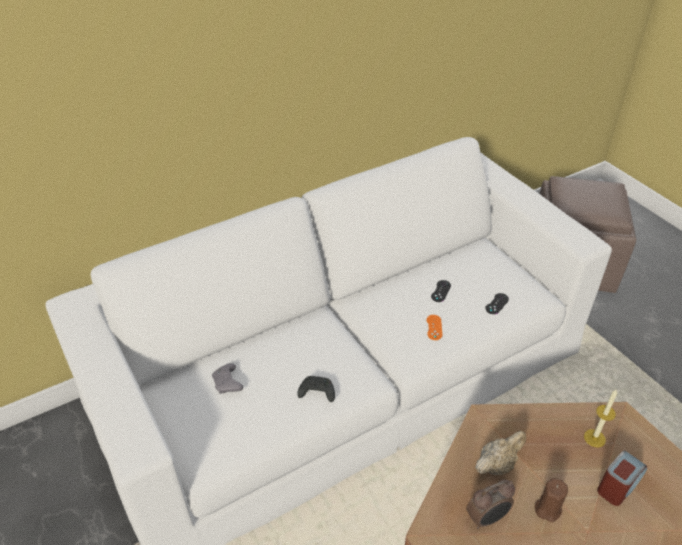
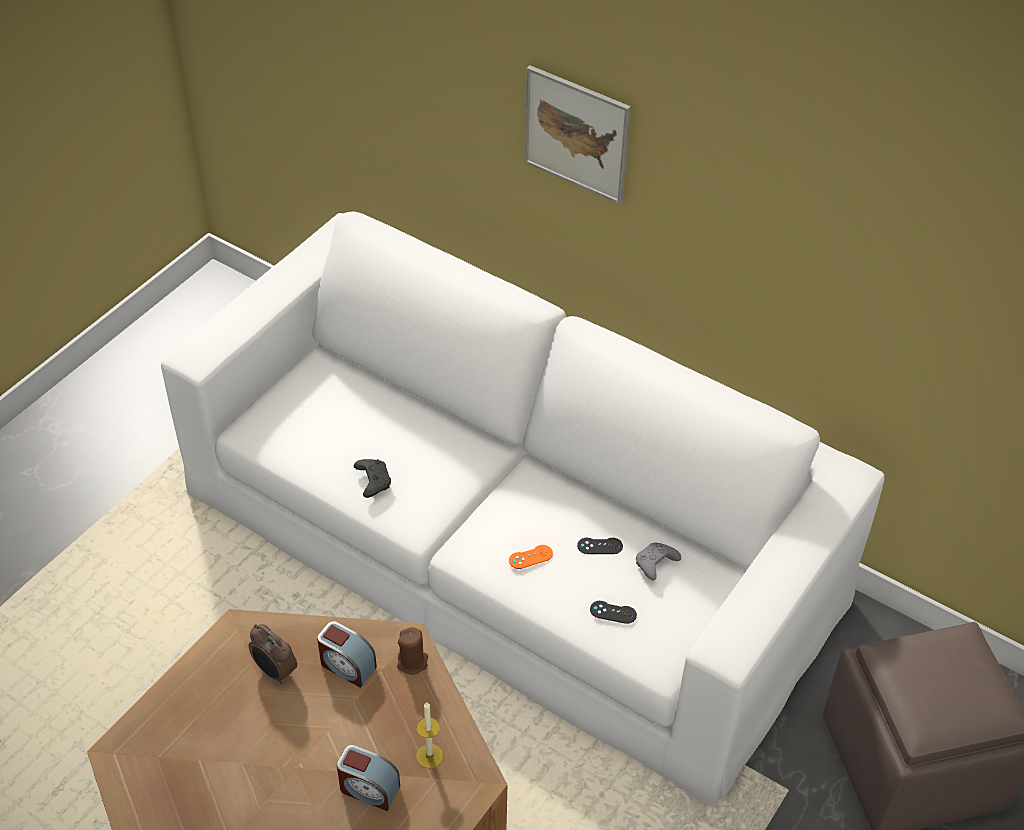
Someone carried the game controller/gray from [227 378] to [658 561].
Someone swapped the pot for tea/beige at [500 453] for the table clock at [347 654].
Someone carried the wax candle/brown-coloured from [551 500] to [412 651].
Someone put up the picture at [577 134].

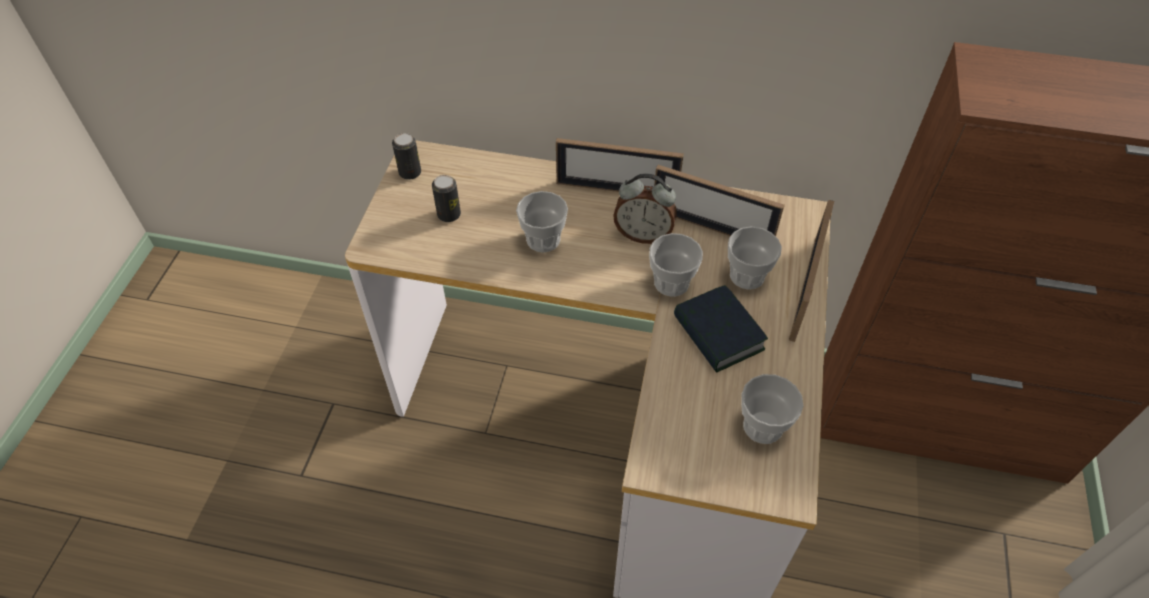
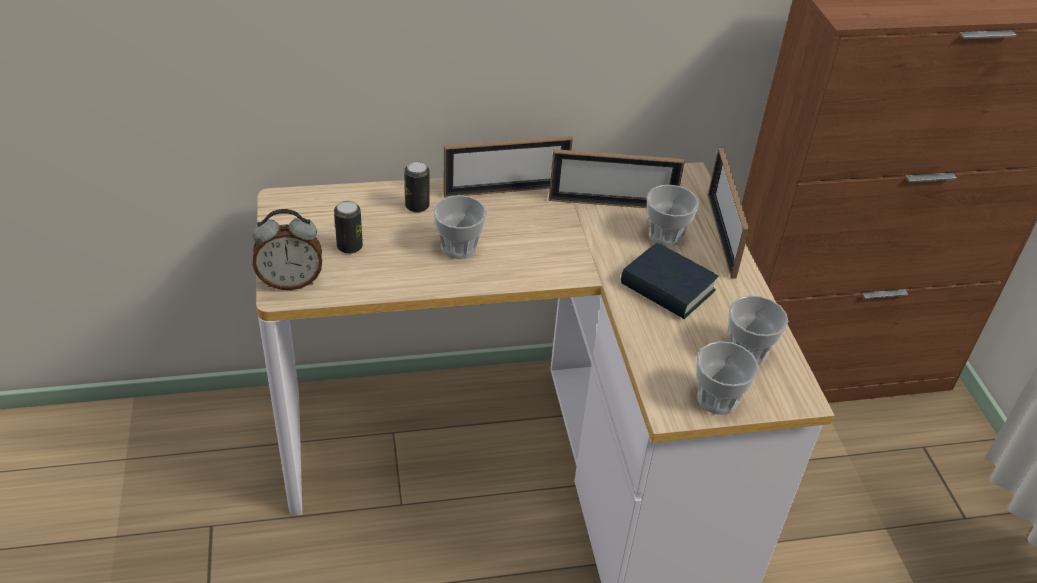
Someone carried the sealed can from [406 156] to [417 186].
Someone carried the table clock from [645 208] to [287 249].
Someone carried the drinking cup from [676 265] to [727 378].

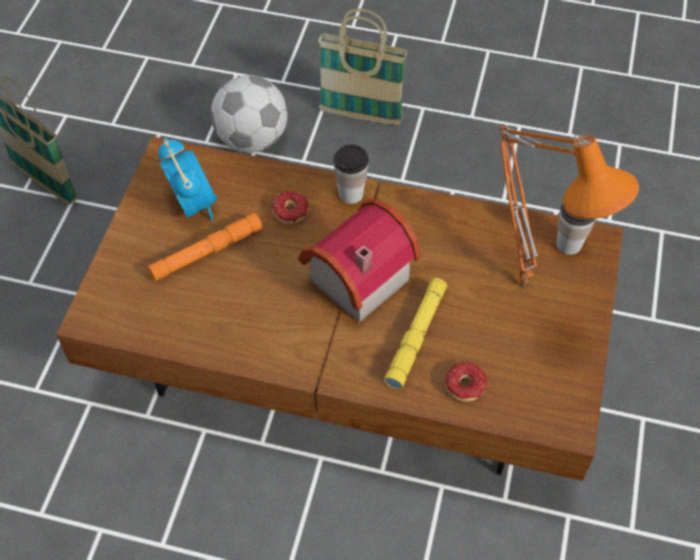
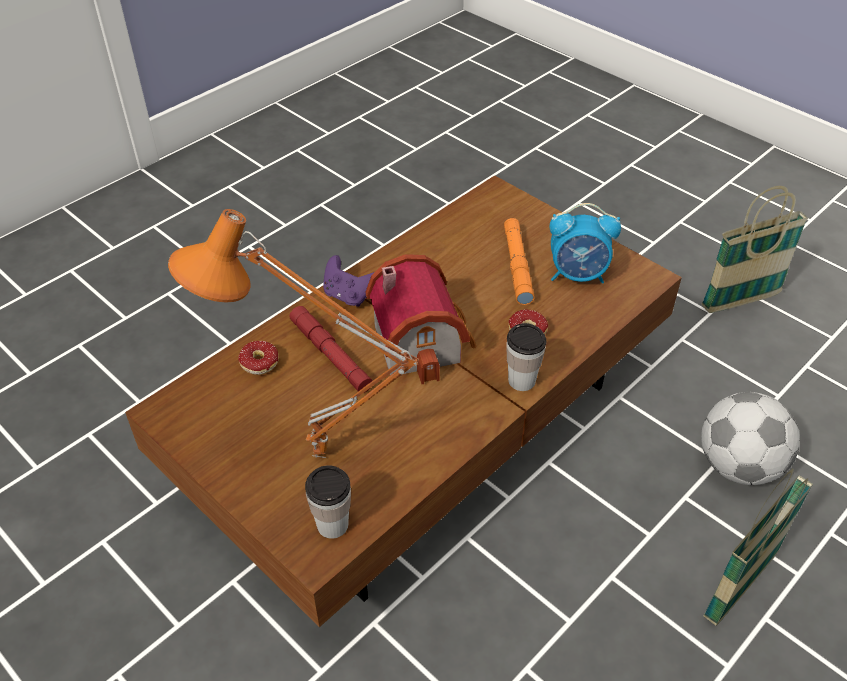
Someone repainted the torch/yellow at [415 333], which became the torch/red-coloured at [331 349].
Someone put down the game controller/purple-coloured at [349 281].

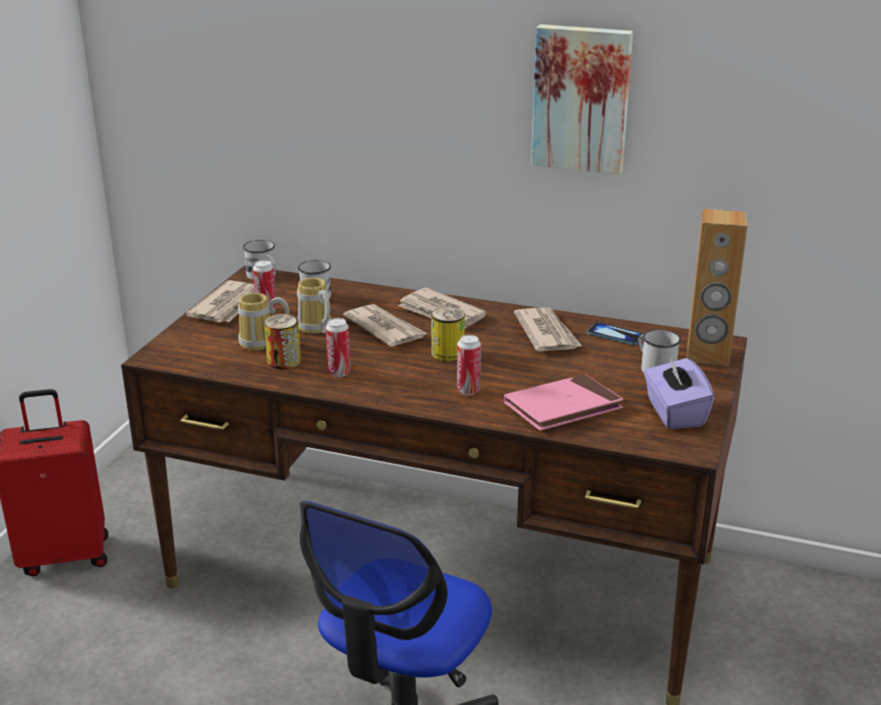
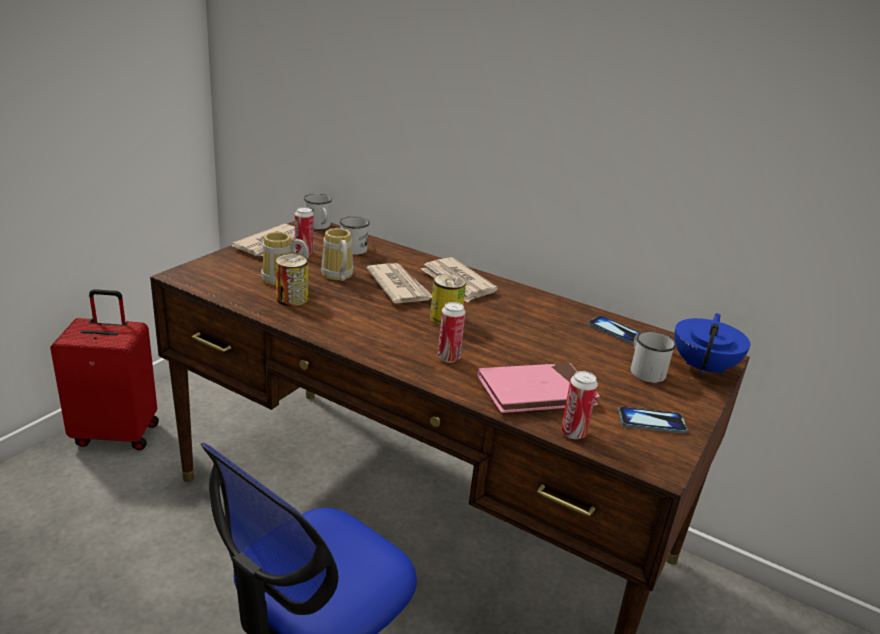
Someone carried the sealed can from [338 347] to [579 405].
Someone took away the newspaper at [548 329].
Someone took away the picture at [582 99].
Someone swapped the tissue holder/purple-coloured at [679 392] for the handset at [652 419].
Someone swapped the loudspeaker/brown-coloured at [717 287] for the pot for tea/blue at [712 344].

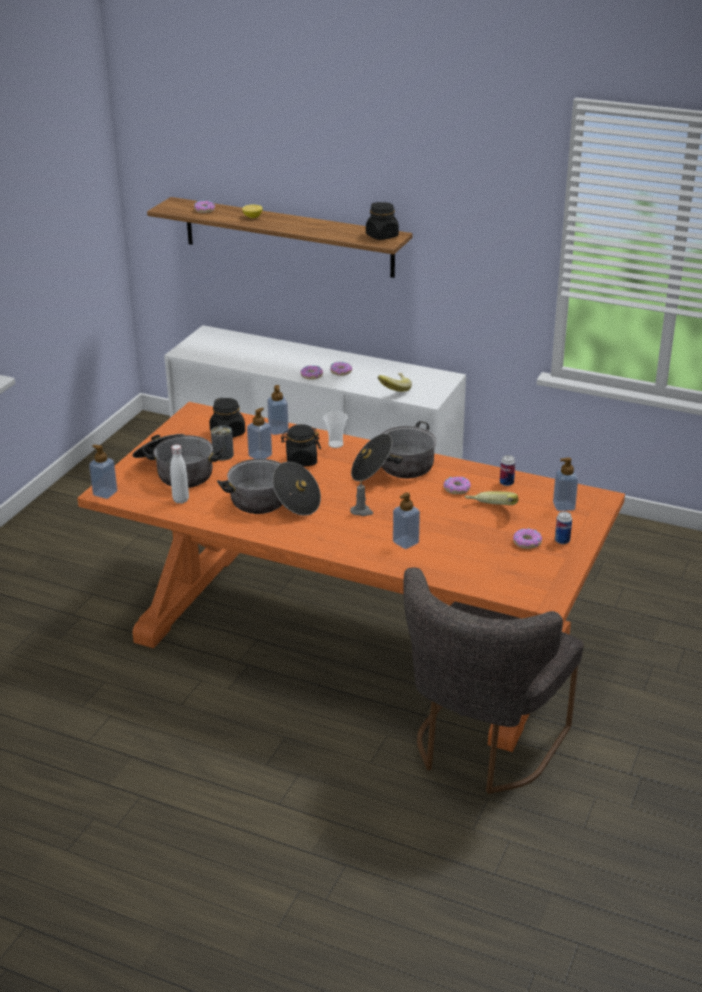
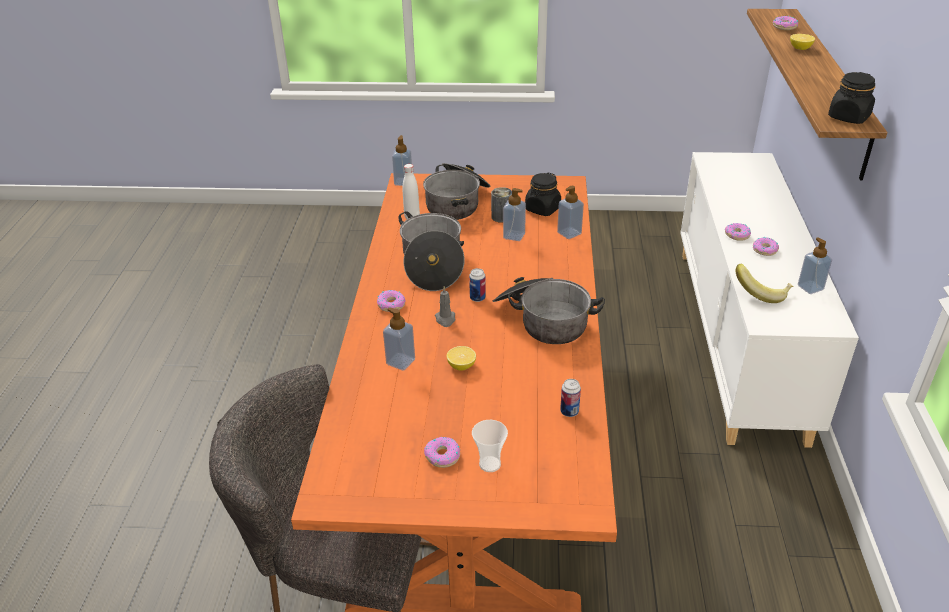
Someone took away the jar/black-coloured at [301 445].
Someone carried the drinking cup from [335 429] to [490 446].
Someone carried the ring doughnut from [457 485] to [391 301].
Someone took away the whole banana at [491 498].
Someone carried the soap dispenser from [565 484] to [815 265].
Someone carried the sealed can from [563 527] to [477 285].
Someone put down the citrus fruit at [461 358].

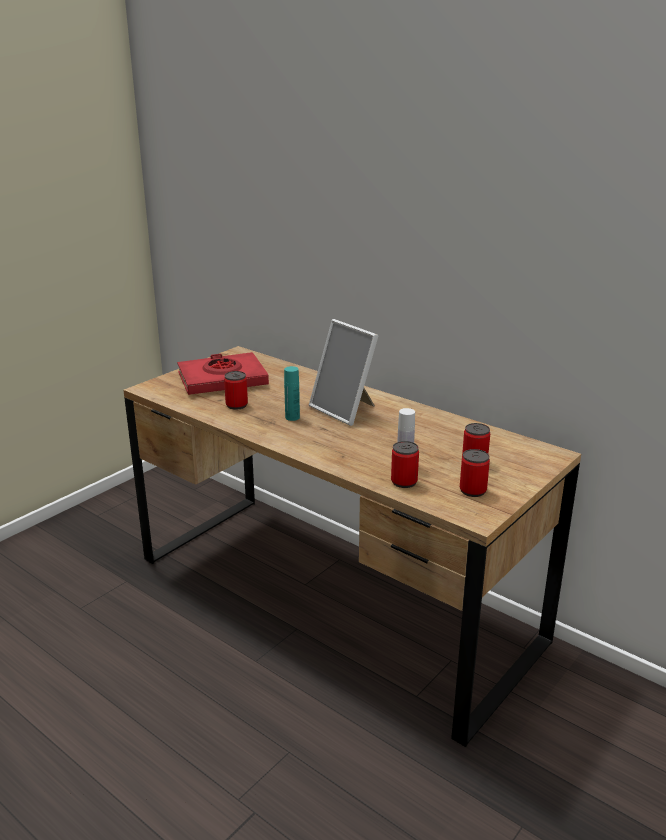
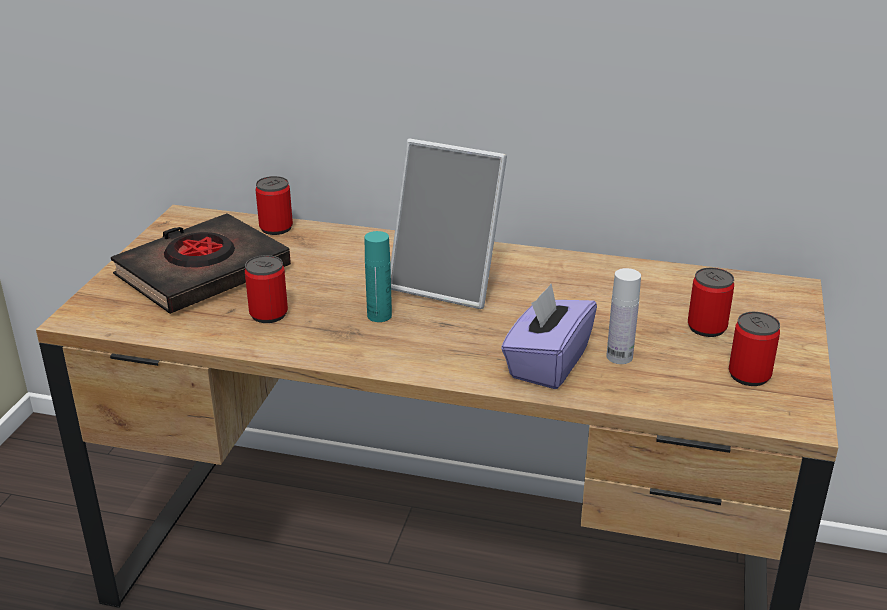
Someone repainted the book/red-coloured at [223 373], which became the book/black-coloured at [201 263].
Someone carried the sealed can from [405 464] to [274 205].
Someone put down the tissue holder/purple-coloured at [549 336].

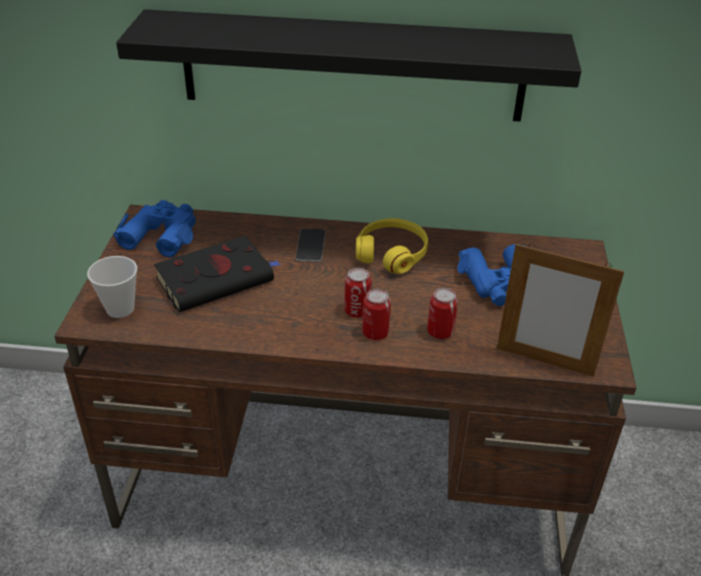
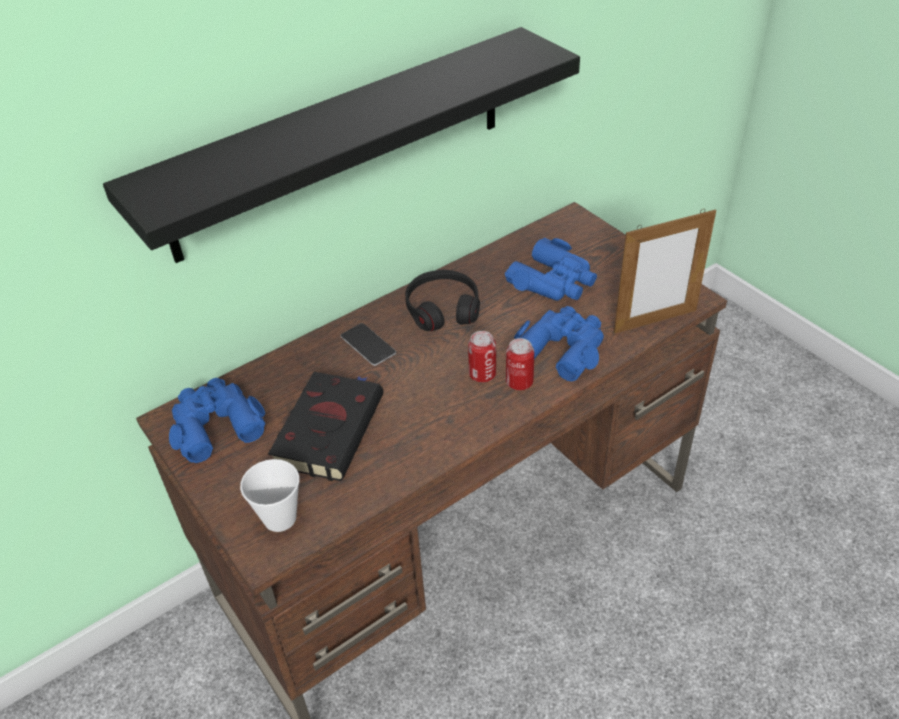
Someone repainted the pair of headphones/yellow at [392 246], which became the pair of headphones/black-coloured at [442 300].
Someone swapped the sealed can at [442 313] for the field glasses/blue at [559 344].

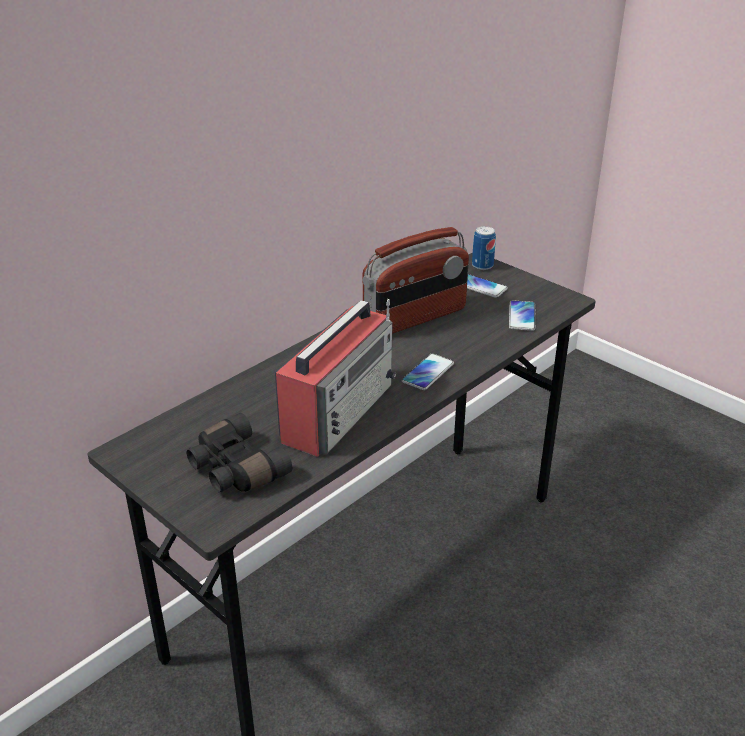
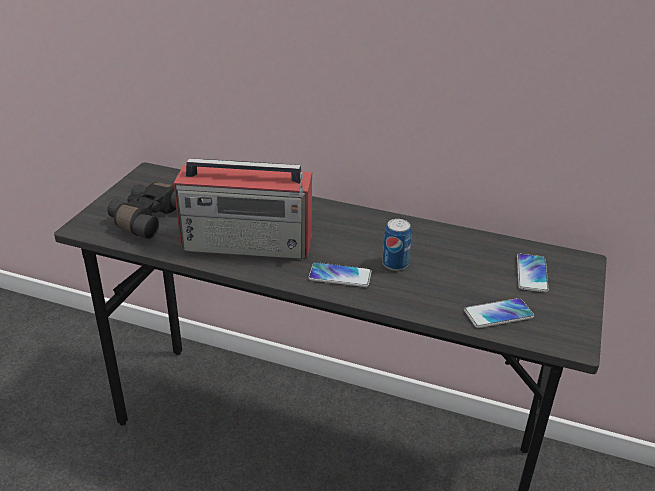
Someone took away the radio receiver at [416 280].
Someone carried the sealed can from [484 248] to [397 245].

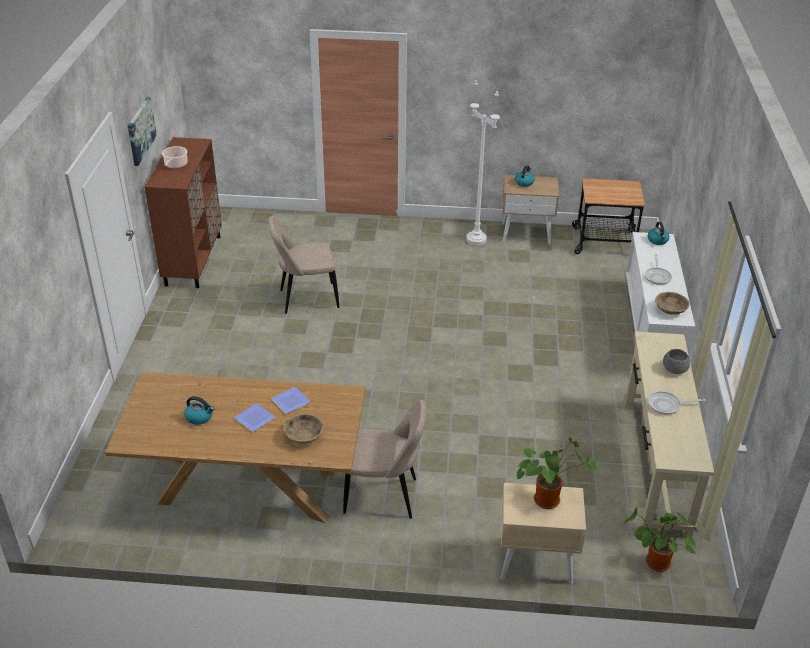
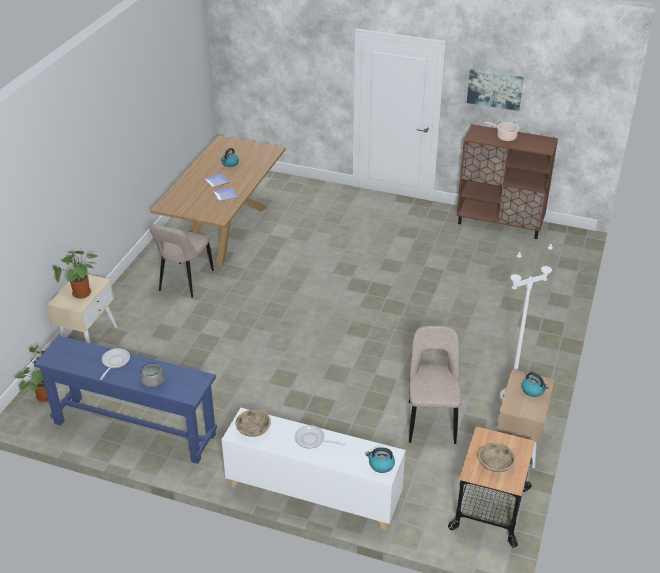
Someone carried the plain chair/beige from [303 265] to [435 385].
Someone carried the deep dish/beige from [303 429] to [497 457].
Someone repainted the console table/beige at [669 433], which became the console table/blue at [125 400].

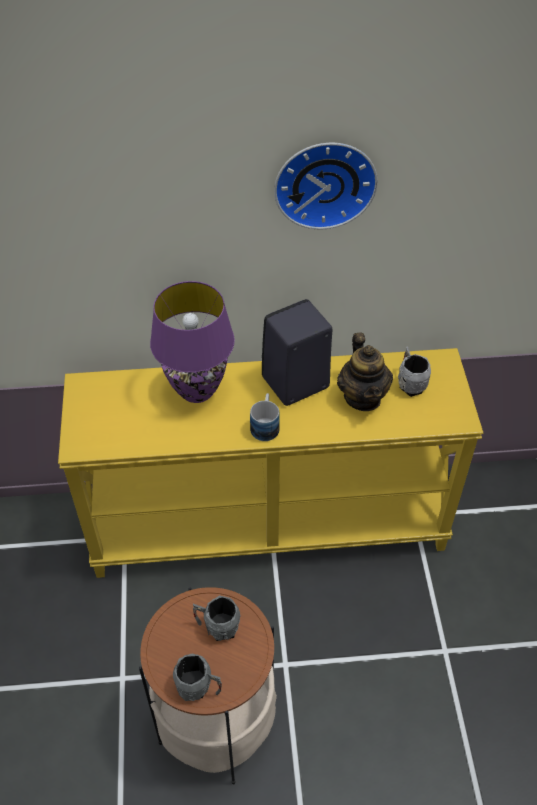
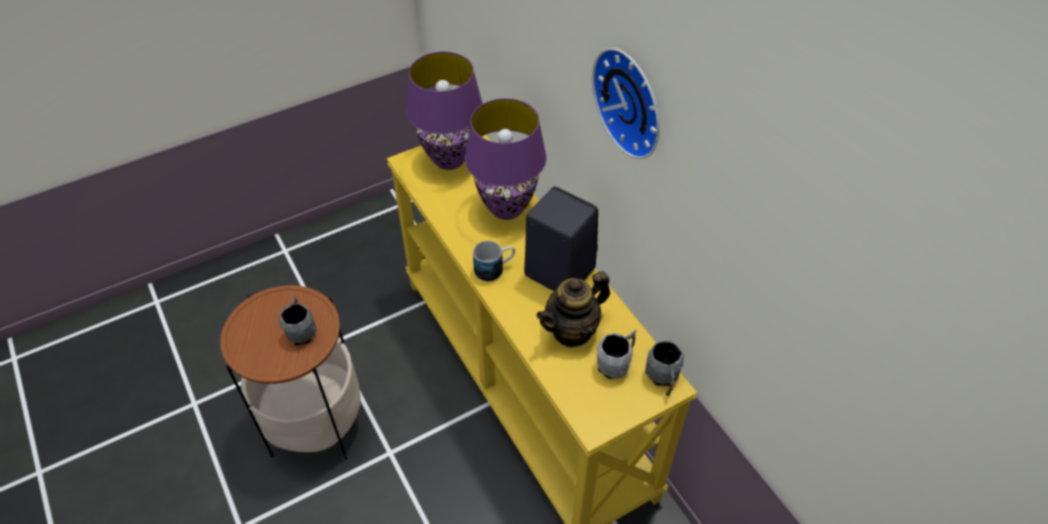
Someone carried the coffee mug/gray from [197 677] to [664 368].
Someone put down the tabletop lamp/purple-coloured at [444 111].

